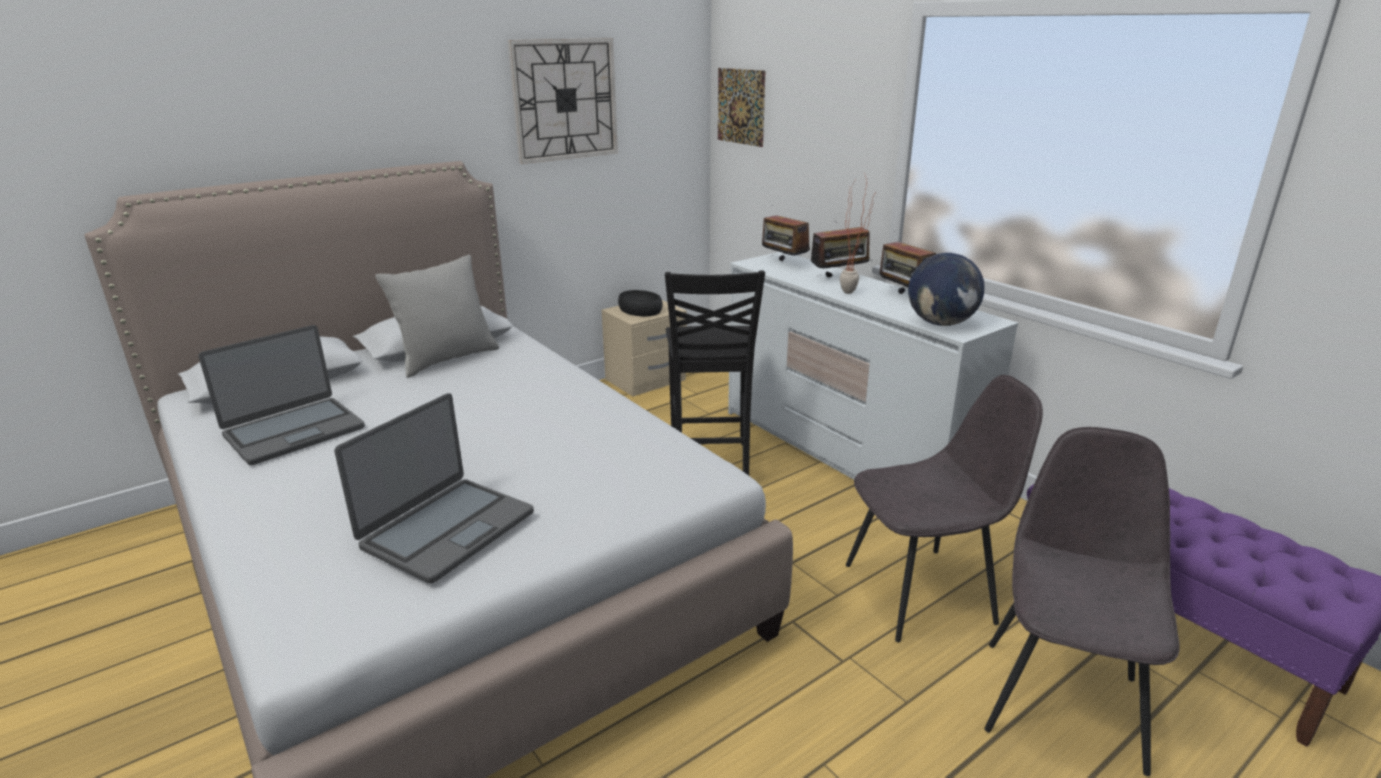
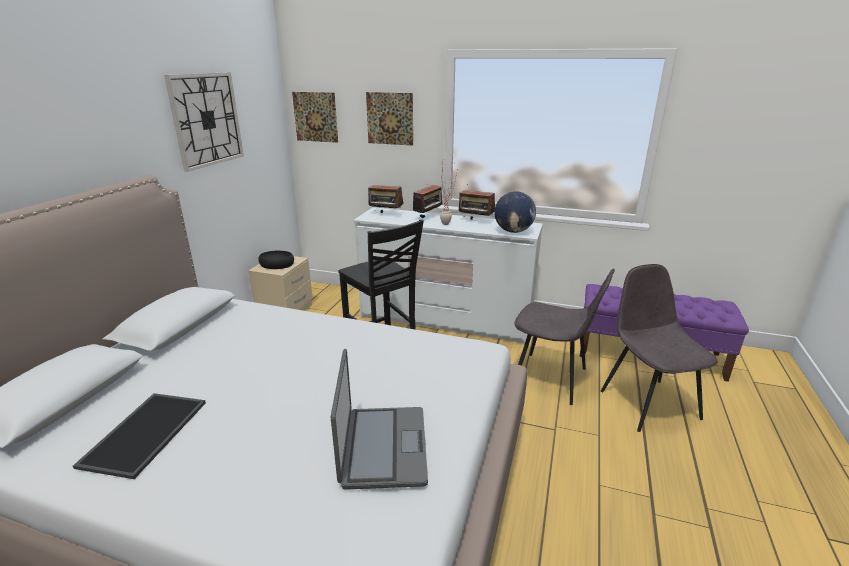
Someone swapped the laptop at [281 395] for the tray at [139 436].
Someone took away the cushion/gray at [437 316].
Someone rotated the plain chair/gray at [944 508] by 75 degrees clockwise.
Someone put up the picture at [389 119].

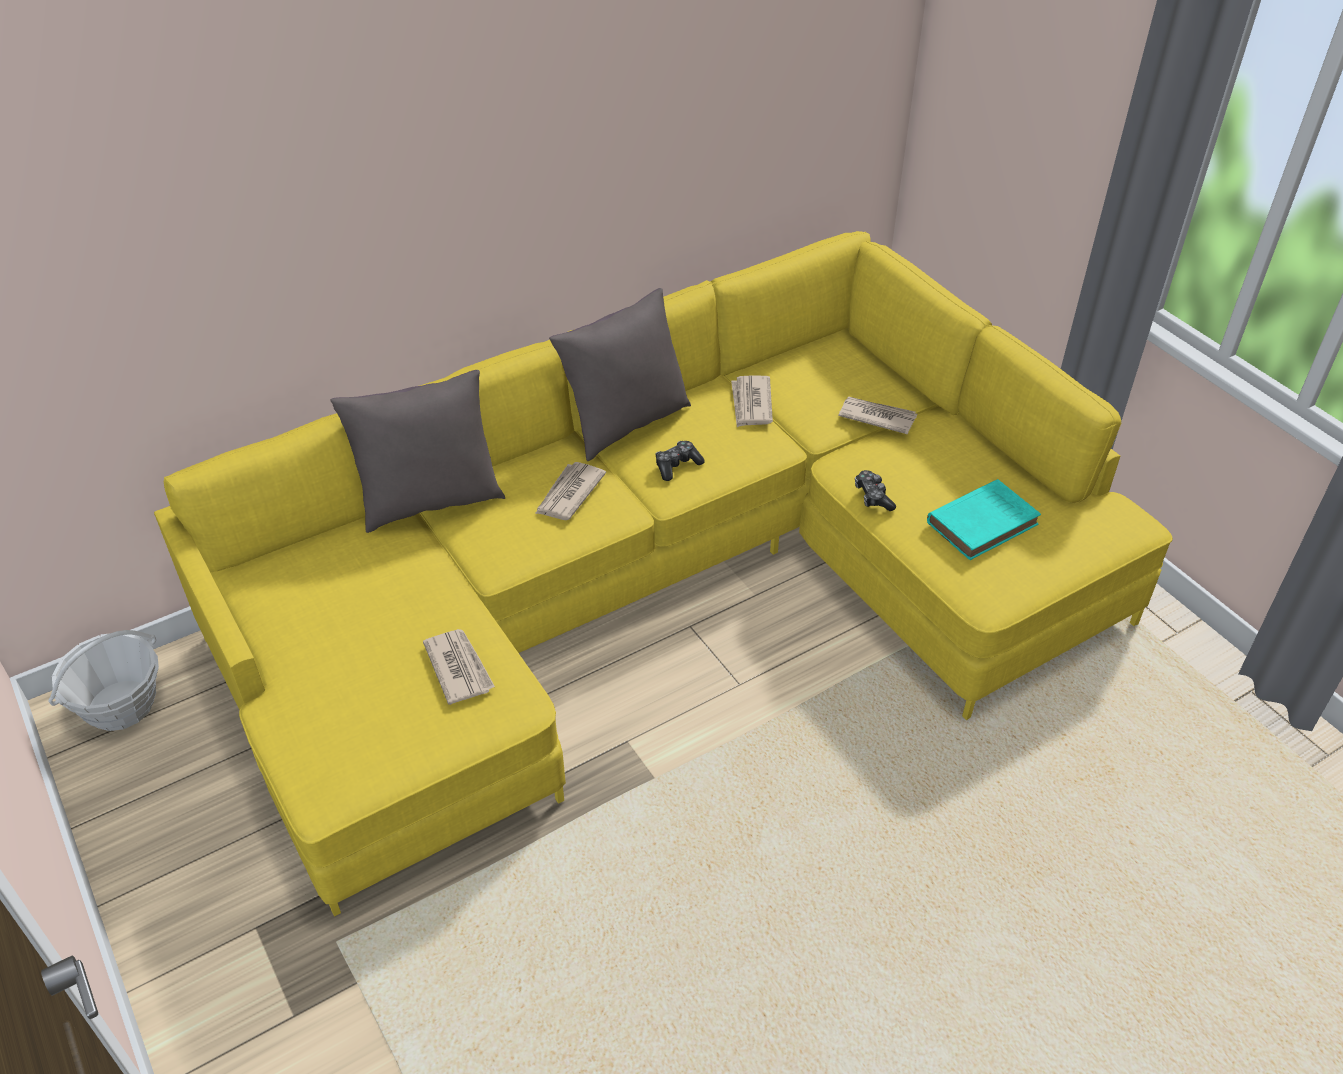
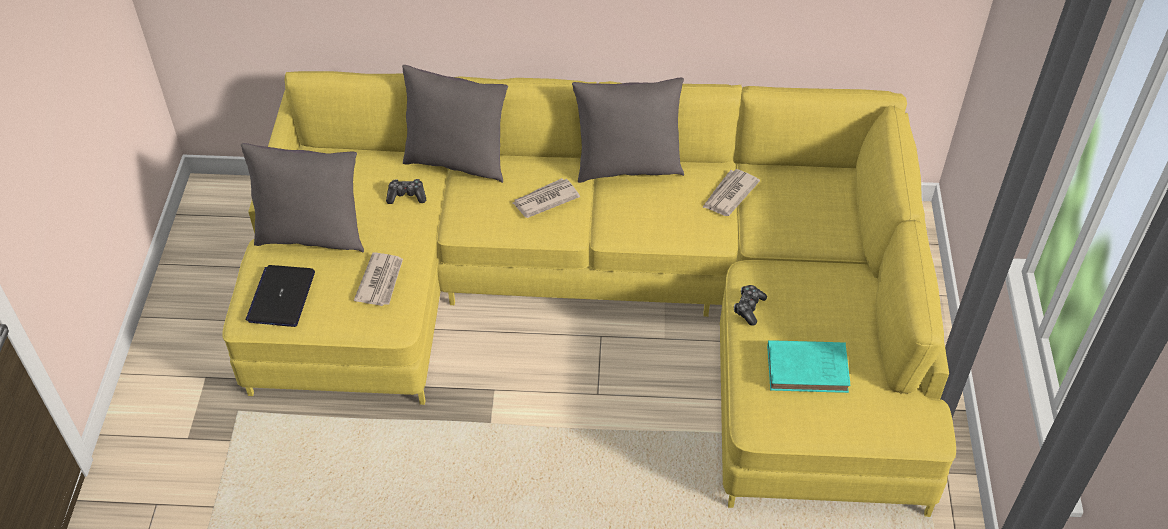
Someone took away the basket at [103 680].
Someone carried the game controller from [680 461] to [406 191].
Someone took away the newspaper at [877 415].
Someone put down the cushion/gray at [302 197].
Someone put down the laptop at [280 296].

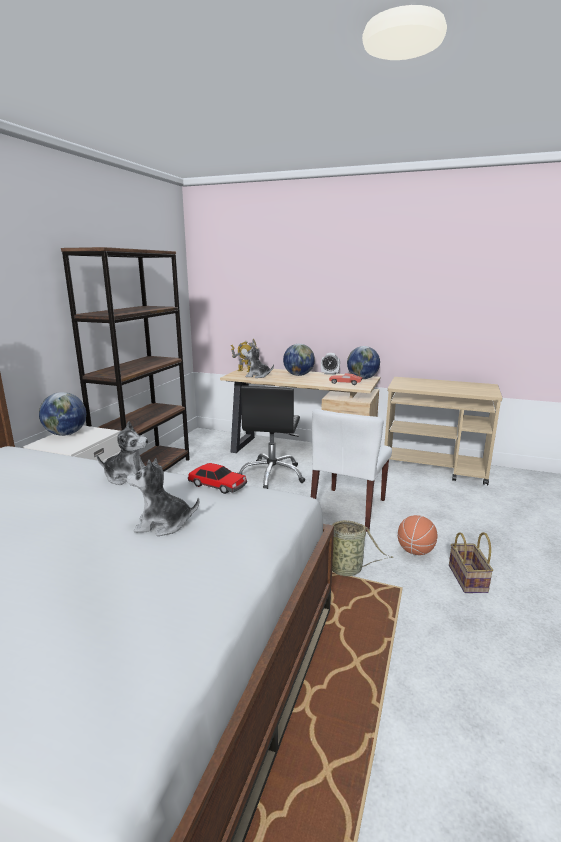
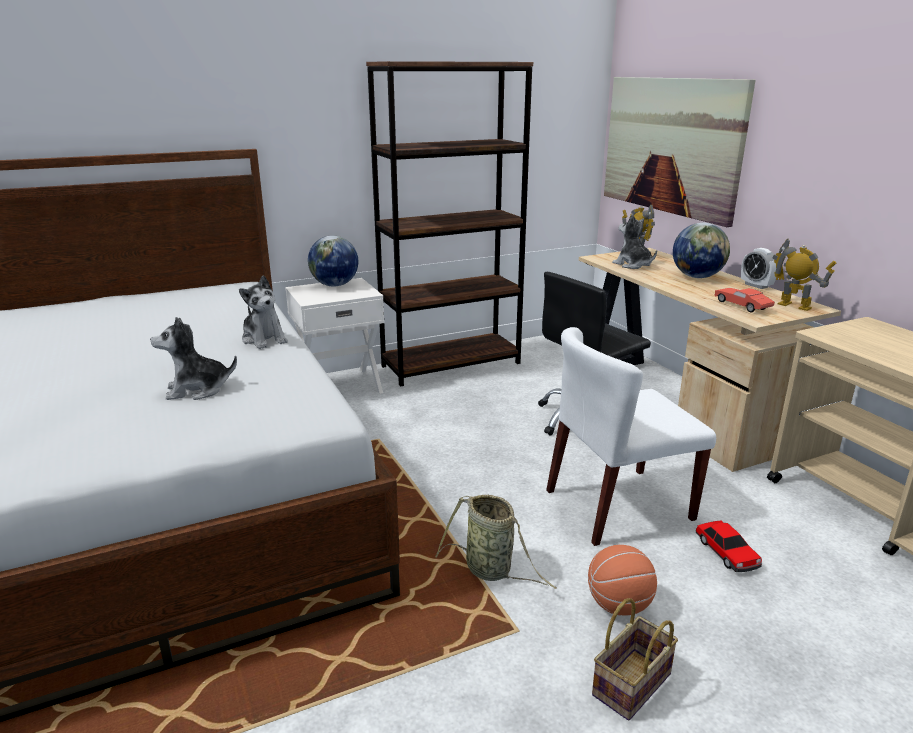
Someone rotated the soft toy at [163 497] by 60 degrees counterclockwise.
Someone carried the model car from [217 478] to [729 546].
Someone swapped the globe at [363 362] for the toy robot at [804 274].
Someone put up the picture at [679 152].

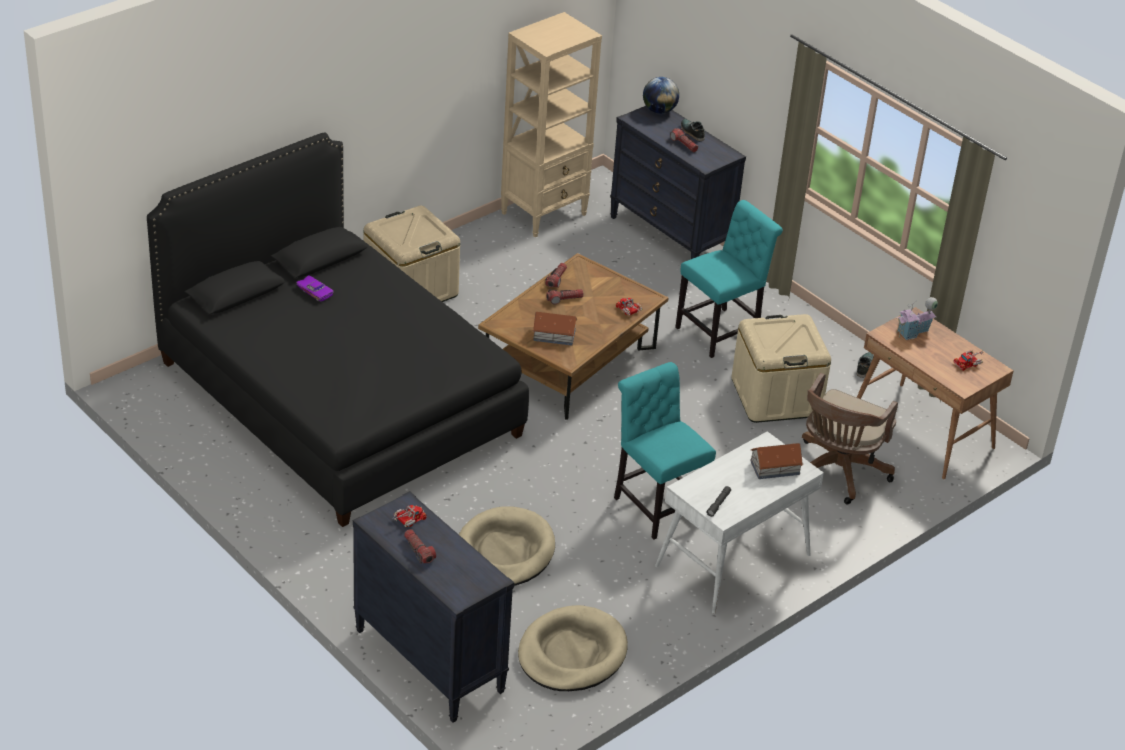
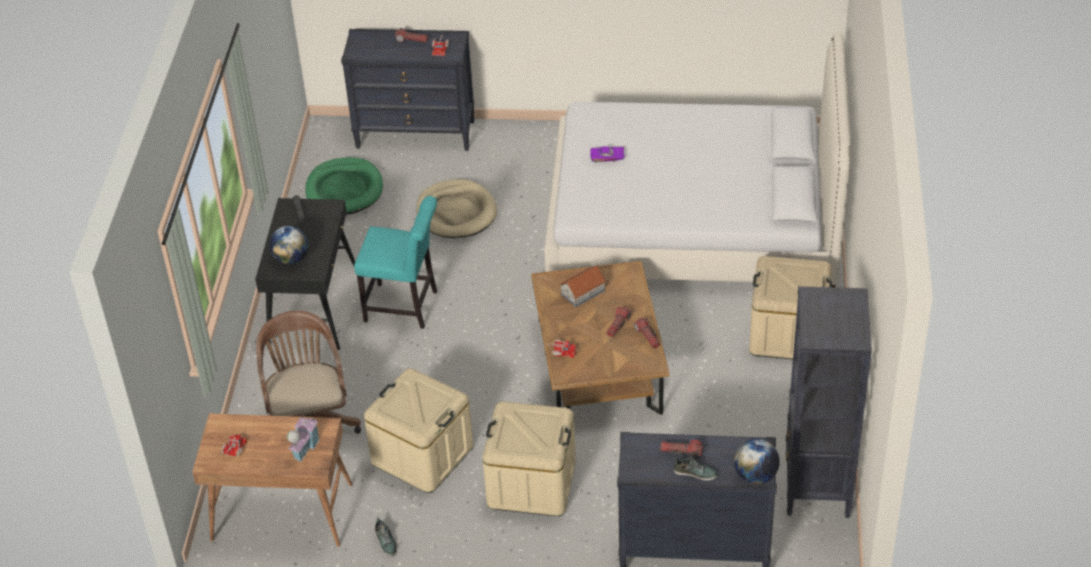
Someone repainted the bed/black-coloured at [338 329], which became the bed/whitish at [697 159].
Someone carried the model car/purple-coloured from [315 288] to [607 154].
Someone repainted the shelving unit/beige at [551 124], which became the shelving unit/black-coloured at [829 402].
Someone repainted the dog cushion/beige at [573 648], which became the dog cushion/green at [344 185].
Someone repainted the desk unit/whitish at [739 522], which became the desk unit/black-coloured at [305 274].
Someone swapped the plain chair/turquoise-coloured at [729 279] for the storage box/beige at [529 459].
Someone swapped the miniature house at [777 461] for the globe at [288 245].

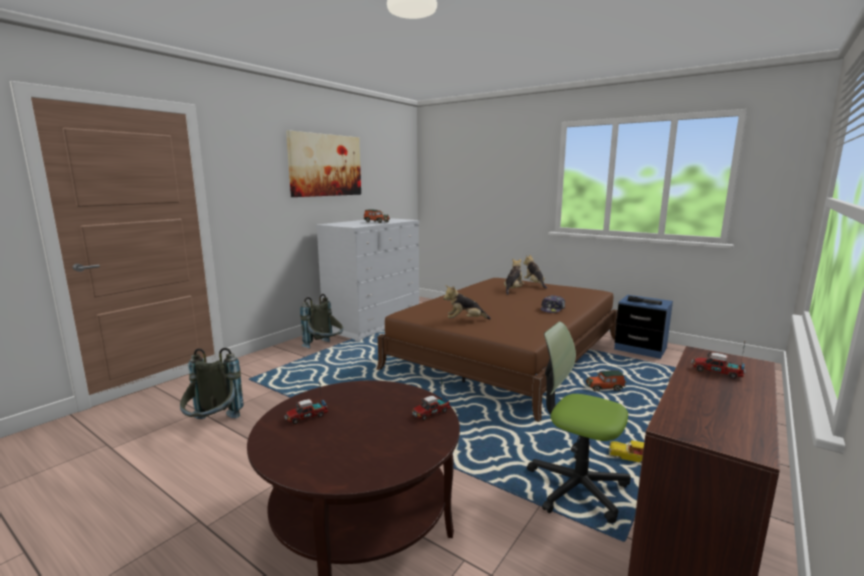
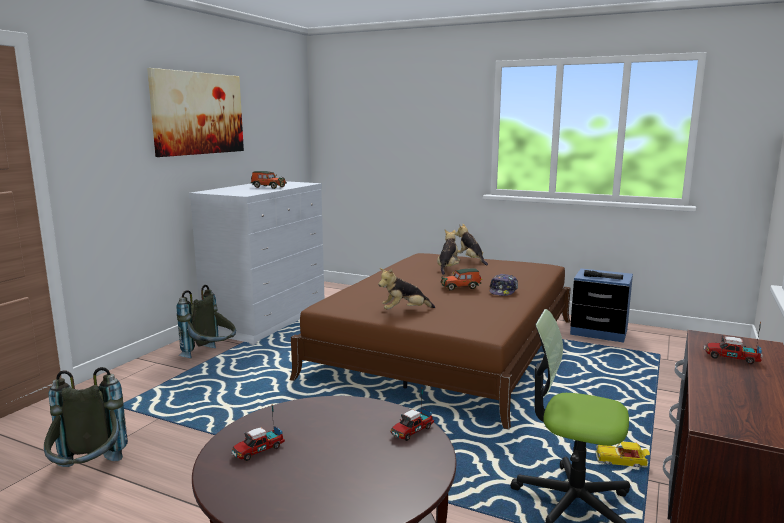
Someone carried the model car from [606 381] to [461 279].

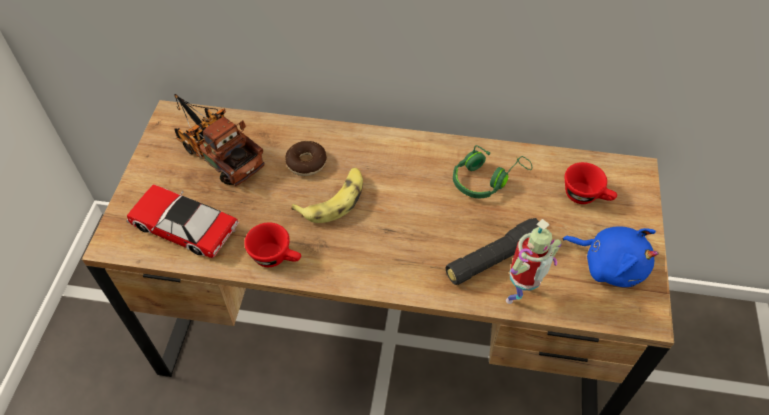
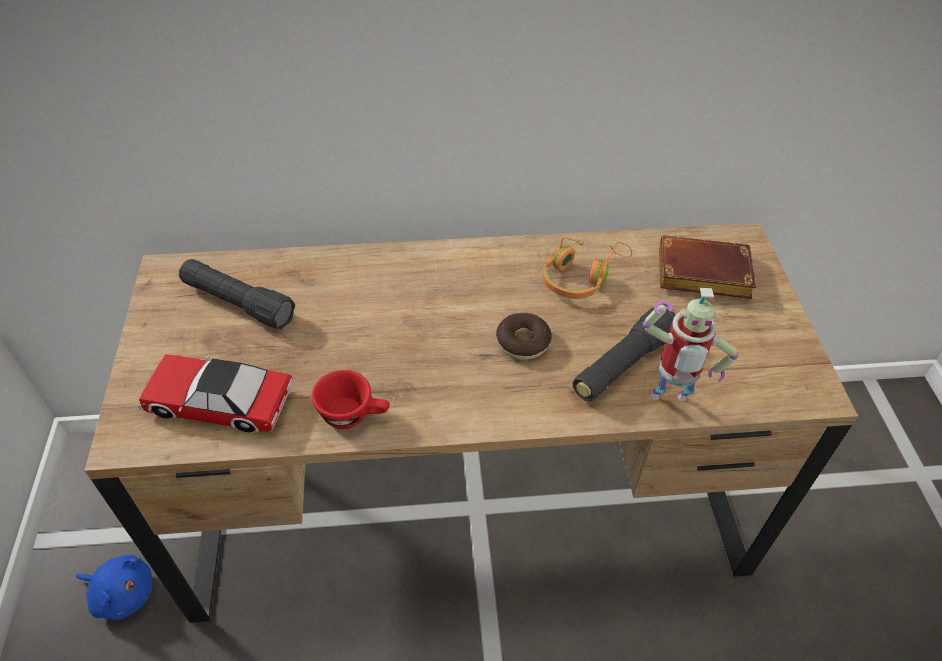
Someone swapped the toy truck at [219 140] for the torch/black-coloured at [237 294].
Someone carried the ring doughnut from [306 158] to [524 336].
Someone took away the whole banana at [327 195].
Someone repainted the pair of headphones/green at [492 171], which became the pair of headphones/orange-coloured at [587 268].
Someone rotated the toy robot at [533 261] by 60 degrees clockwise.
Someone carried the soft toy/blue from [610 256] to [114 587].
Someone swapped the drinking cup/red-coloured at [591 183] for the book/brown-coloured at [707 267].

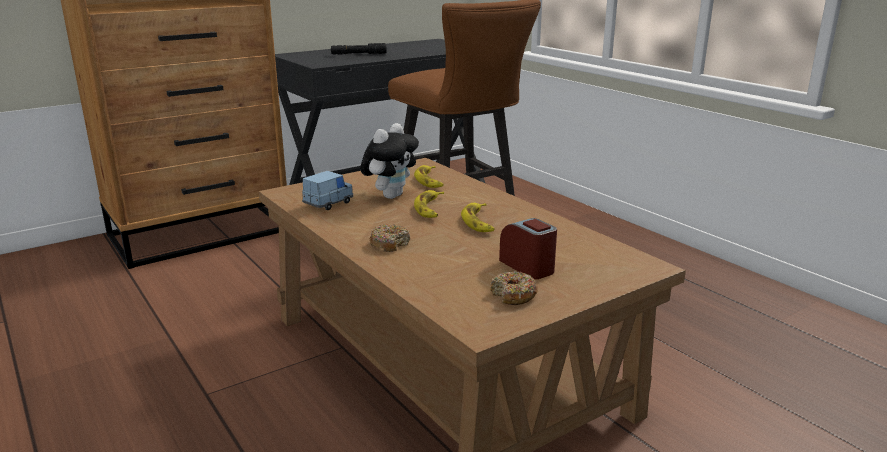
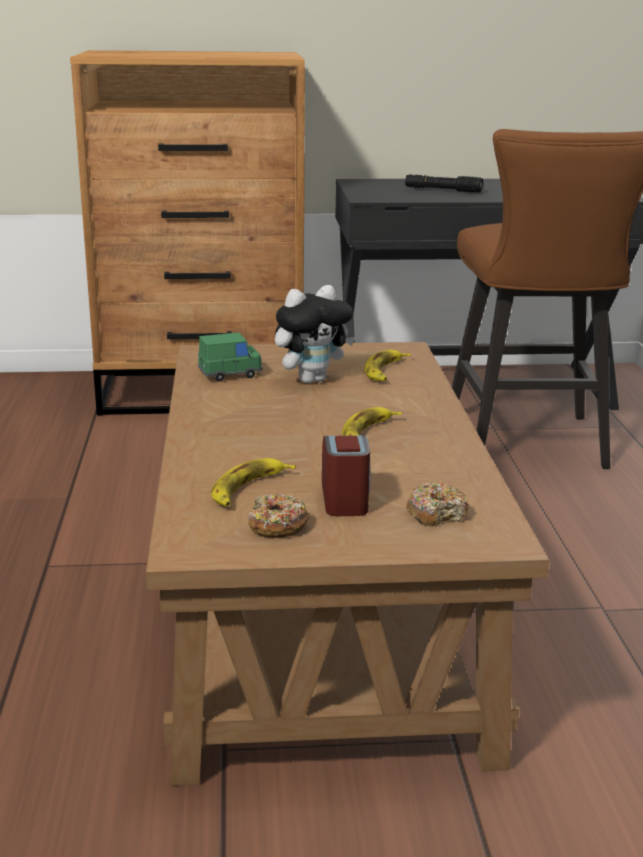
Someone repainted the model car/blue at [327 190], which became the model car/green at [230 357].
Someone carried the ring doughnut from [390 238] to [437 504].
Someone carried the whole banana from [429 204] to [253 482].

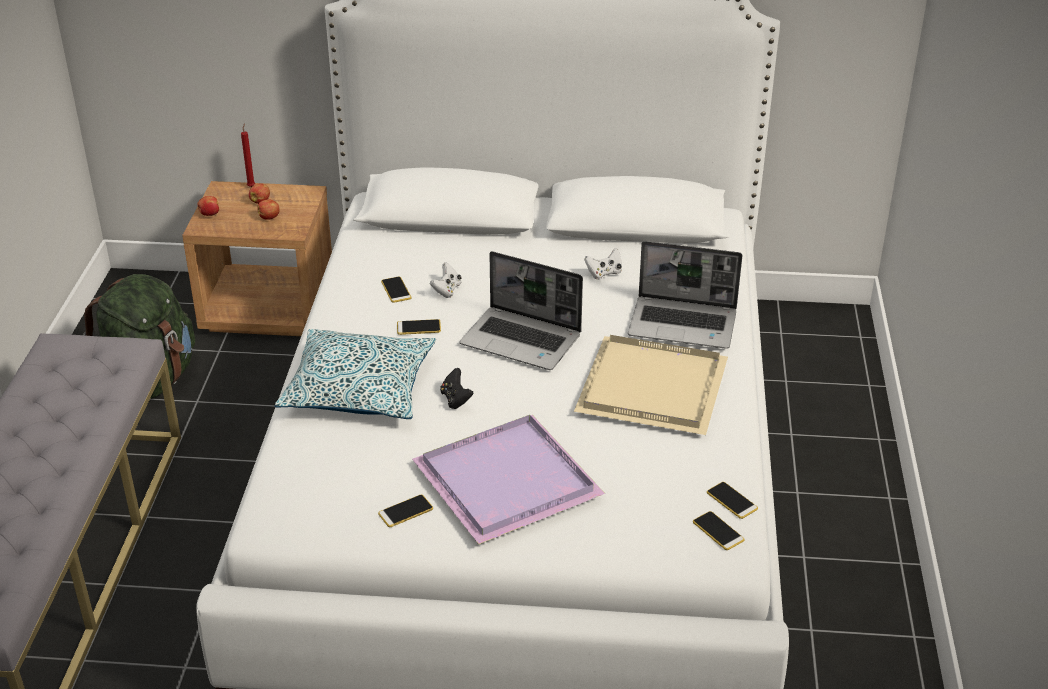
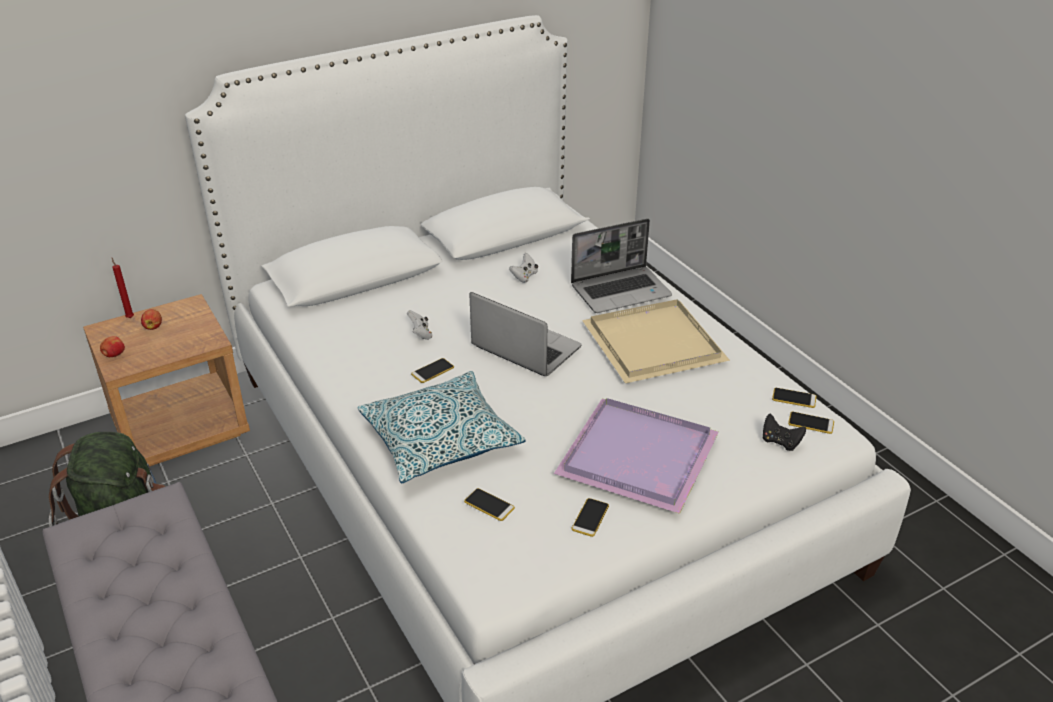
Someone took away the apple fruit at [268 210].
Someone carried the handset from [396 290] to [489 504].
Someone carried the game controller/black-coloured from [456 388] to [784 432].
Someone rotated the laptop at [521 310] by 135 degrees counterclockwise.

